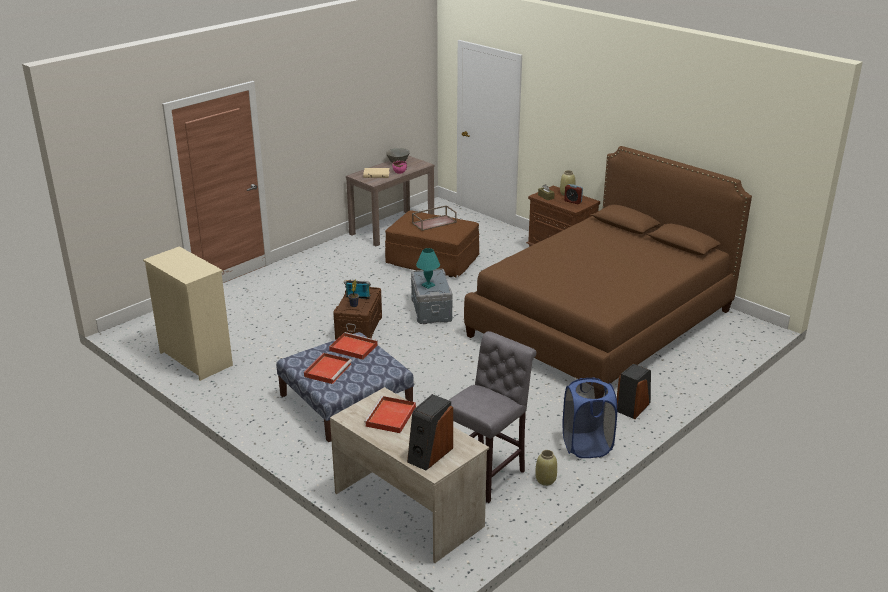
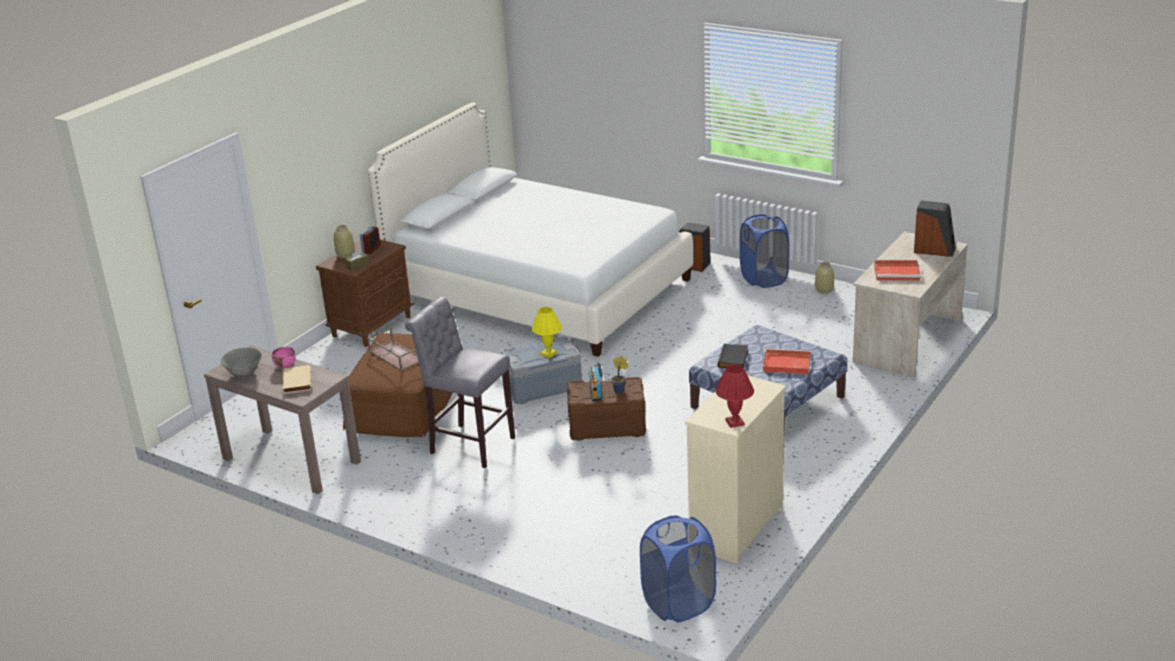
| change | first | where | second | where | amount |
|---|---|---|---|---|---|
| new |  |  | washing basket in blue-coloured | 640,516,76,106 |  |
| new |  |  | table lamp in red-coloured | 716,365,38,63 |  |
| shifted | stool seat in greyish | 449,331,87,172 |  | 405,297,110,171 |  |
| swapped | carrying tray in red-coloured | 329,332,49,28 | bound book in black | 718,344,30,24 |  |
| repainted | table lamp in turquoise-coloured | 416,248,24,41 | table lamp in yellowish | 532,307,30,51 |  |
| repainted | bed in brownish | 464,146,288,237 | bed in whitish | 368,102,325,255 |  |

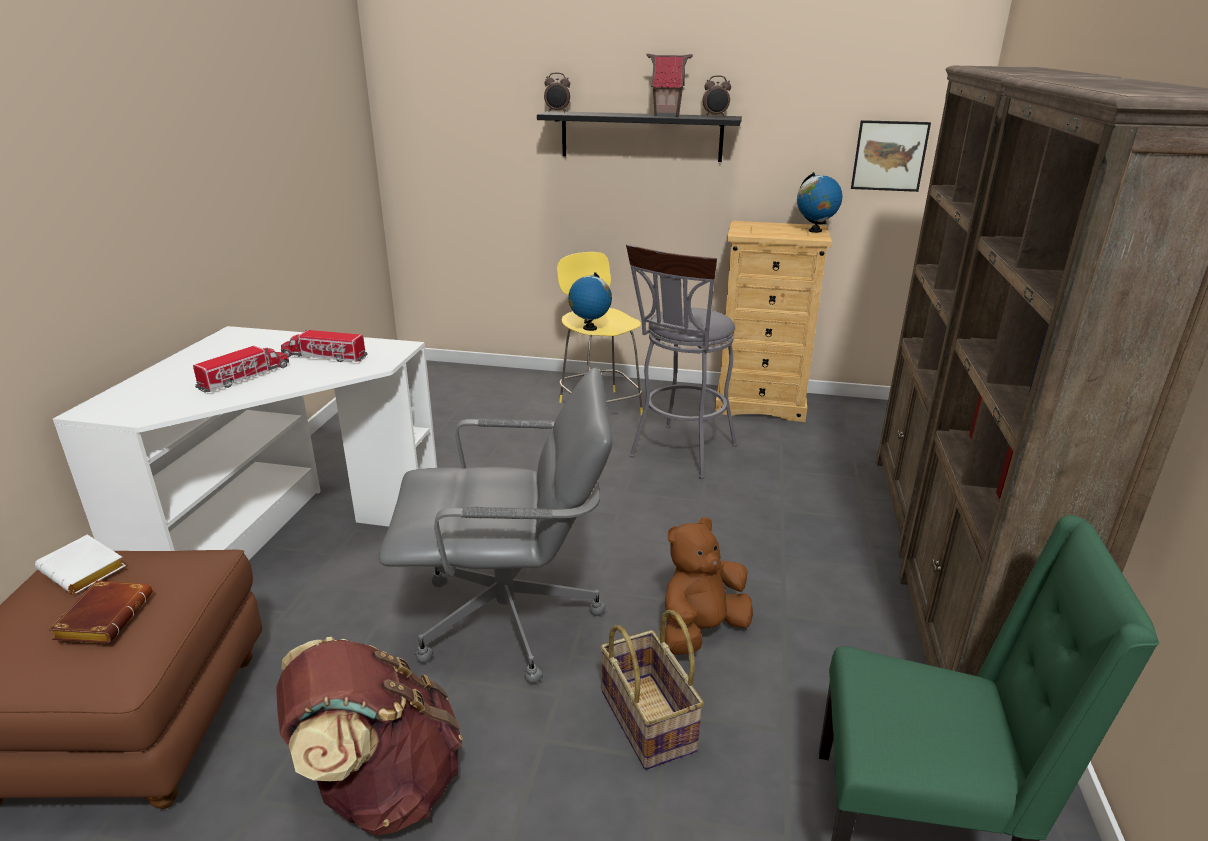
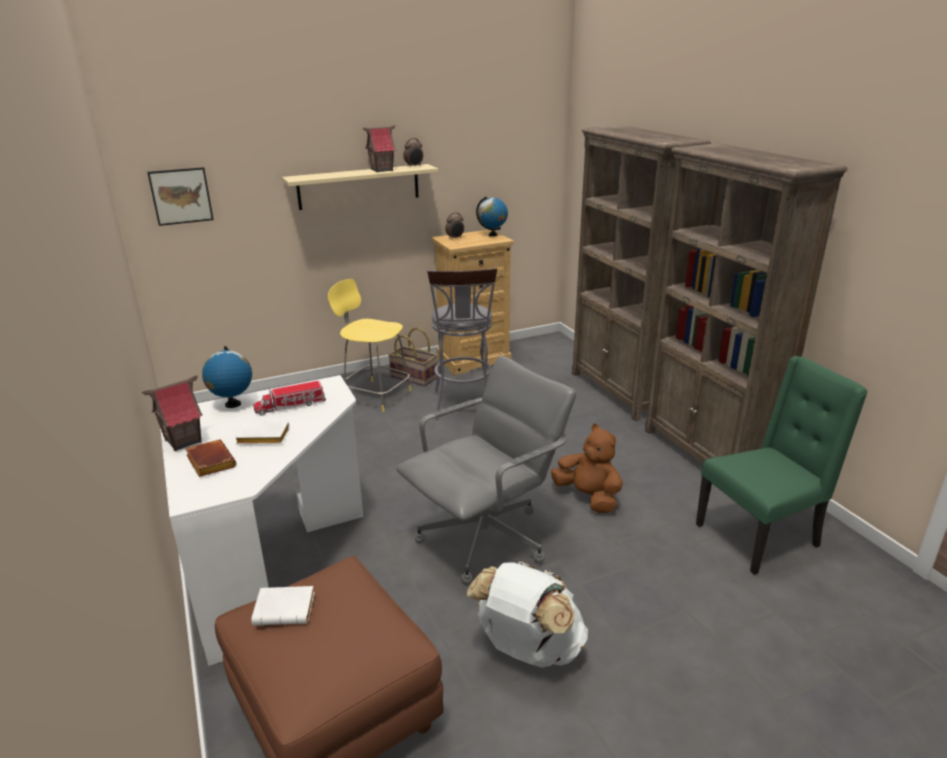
| change | first | where | second | where | amount |
|---|---|---|---|---|---|
| new |  |  | toy house | 142,375,61,76 |  |
| shifted | bound book in brownish | 49,581,103,63 |  | 185,440,51,37 |  |
| shifted | table clock | 544,73,26,39 |  | 445,212,19,28 |  |
| shifted | desk globe | 568,272,44,59 |  | 202,346,50,62 |  |
| shifted | storage basket | 600,610,104,160 |  | 388,327,50,59 |  |
| shifted | wall picture | 851,120,80,72 |  | 147,167,67,59 |  |
| swapped | model truck | 193,346,96,47 | bound book in whitish | 235,422,54,23 |  |
| repainted | backpack in brownish | 276,637,187,199 | backpack in whitish | 467,562,121,106 |  |
| repainted | wall shelf in black | 537,111,205,51 | wall shelf in beige-coloured | 282,164,156,46 |  |
| rotated | plush toy in brownish | 665,517,88,138 |  | 551,424,71,89 | 120 degrees clockwise |

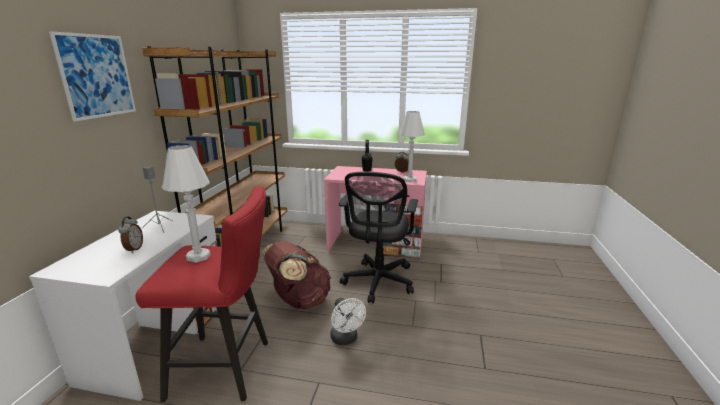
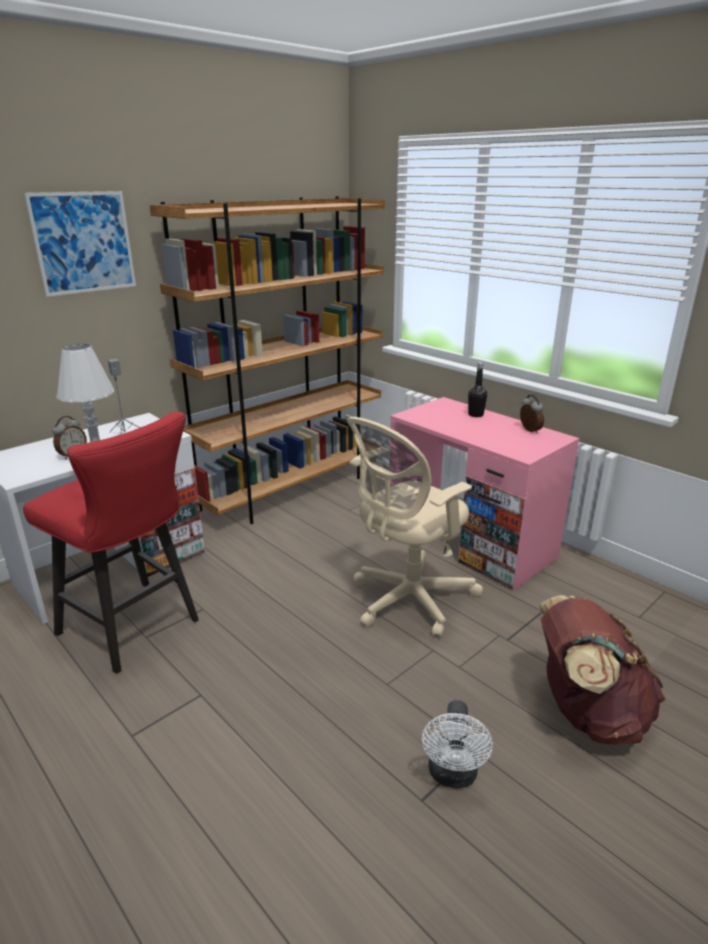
| change | first | where | second | where | amount |
|---|---|---|---|---|---|
| gone | table lamp in whitish | 399,111,26,71 |  |  |  |
| shifted | backpack in brownish | 262,241,69,68 |  | 539,595,127,150 |  |
| shifted | fan in whitish | 330,298,36,47 |  | 422,700,71,88 |  |
| repainted | computer chair in black | 339,172,79,131 | computer chair in beige-coloured | 347,417,136,221 |  |

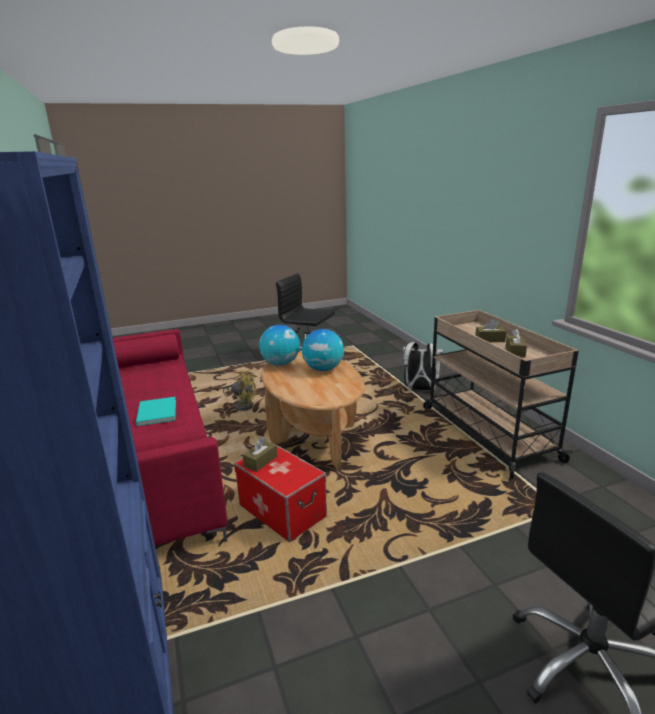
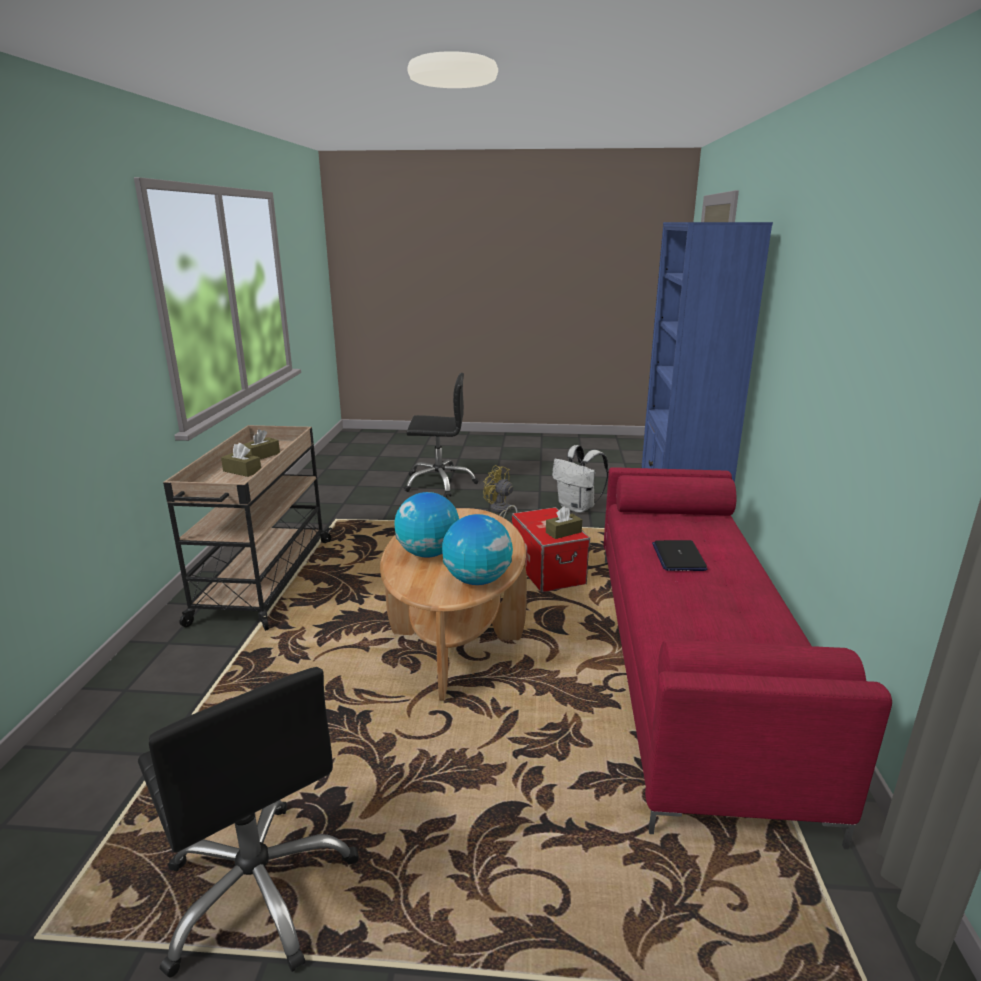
| change | first | where | second | where | amount |
|---|---|---|---|---|---|
| shifted | fan in yellowish | 223,371,33,40 |  | 483,465,34,53 |  |
| shifted | backpack in whitish | 403,342,41,49 |  | 552,445,57,68 |  |
| swapped | bound book in turquoise-coloured | 136,397,40,29 | laptop | 652,540,55,31 |  |

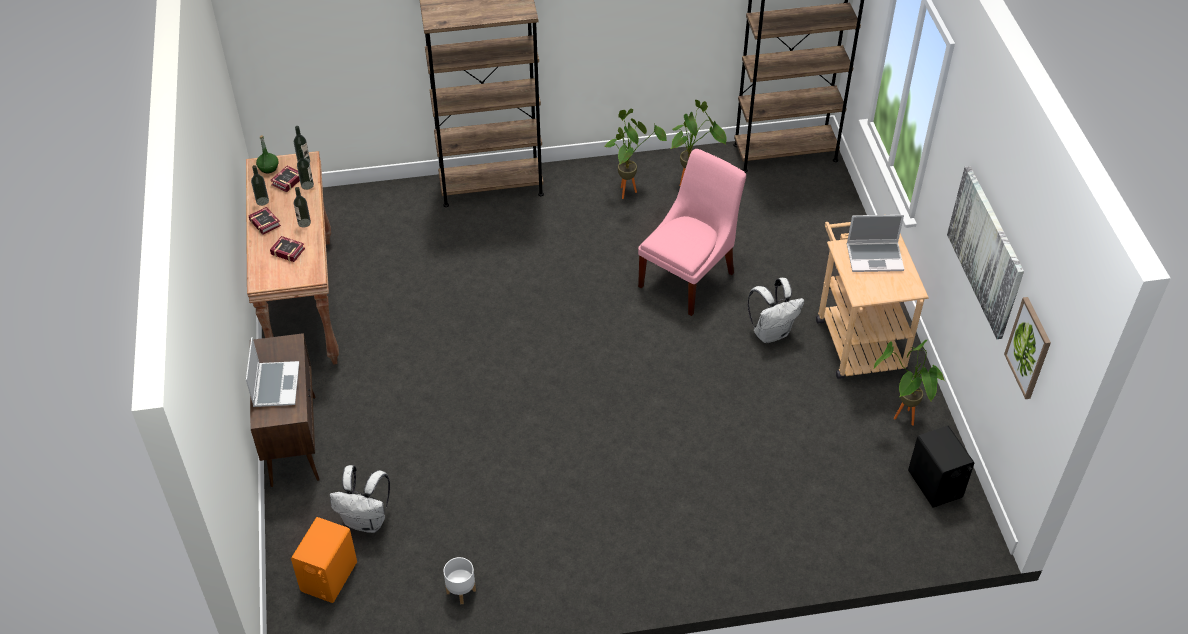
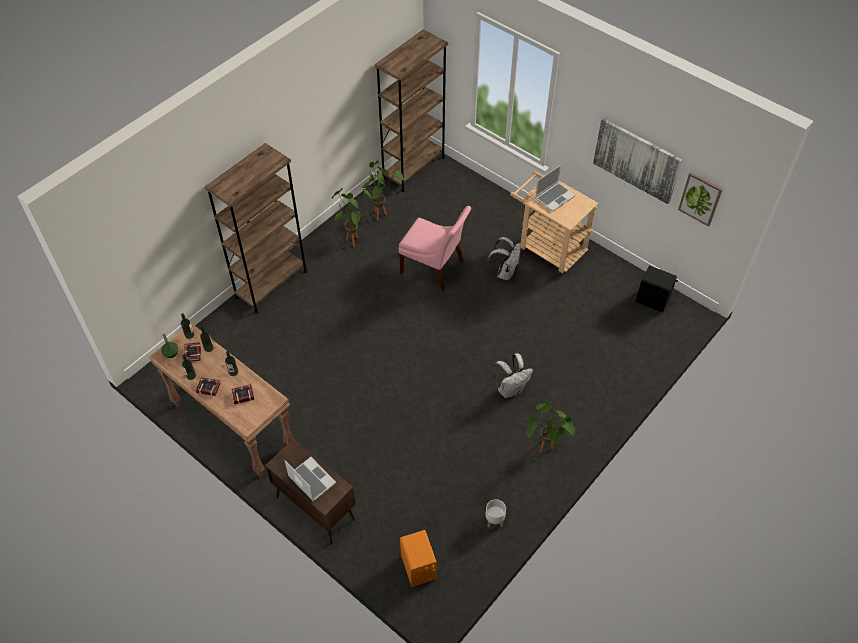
| change | first | where | second | where | amount |
|---|---|---|---|---|---|
| shifted | backpack in whitish | 330,465,60,68 |  | 493,353,40,45 |  |
| shifted | potted plant | 873,340,72,86 |  | 527,400,48,52 |  |
| rotated | plain chair in pink-coloured | 638,149,108,167 |  | 398,206,73,85 | 120 degrees clockwise |

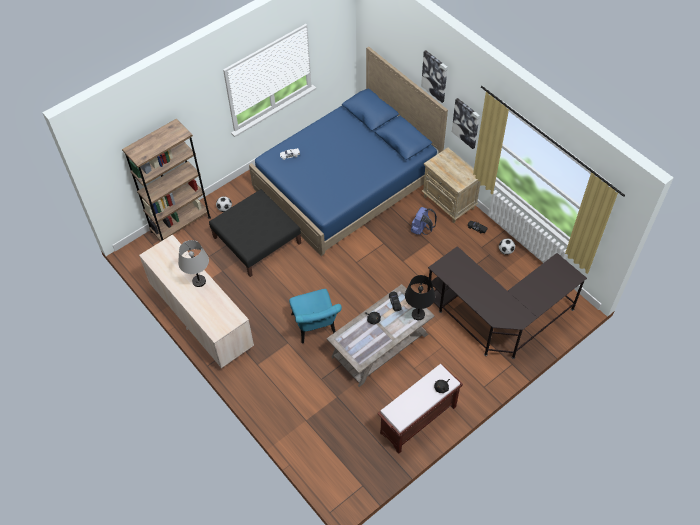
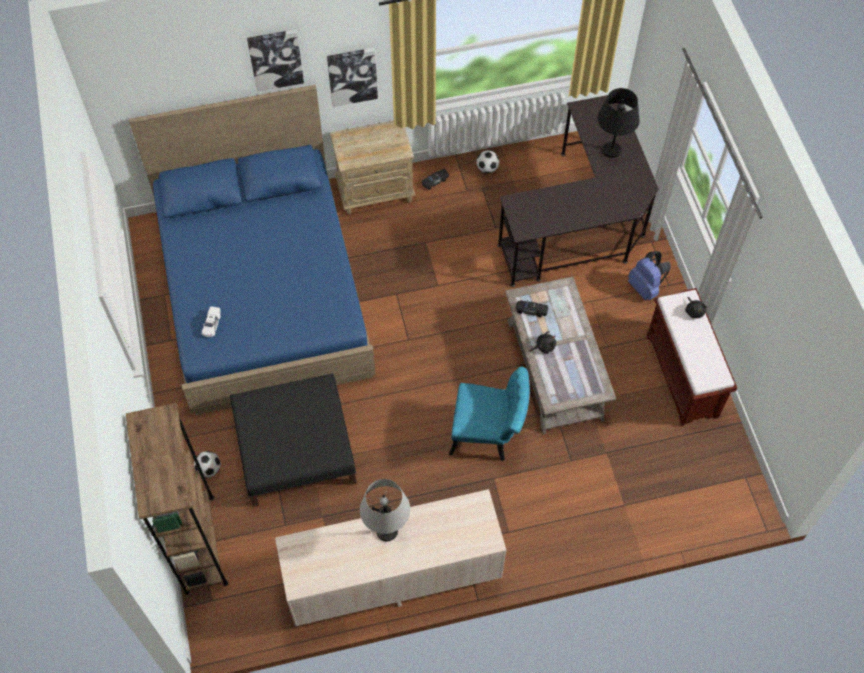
| change | first | where | second | where | amount |
|---|---|---|---|---|---|
| shifted | table lamp in black | 405,275,30,45 |  | 597,88,42,70 |  |
| shifted | backpack in blue-coloured | 411,207,26,28 |  | 628,251,43,49 |  |

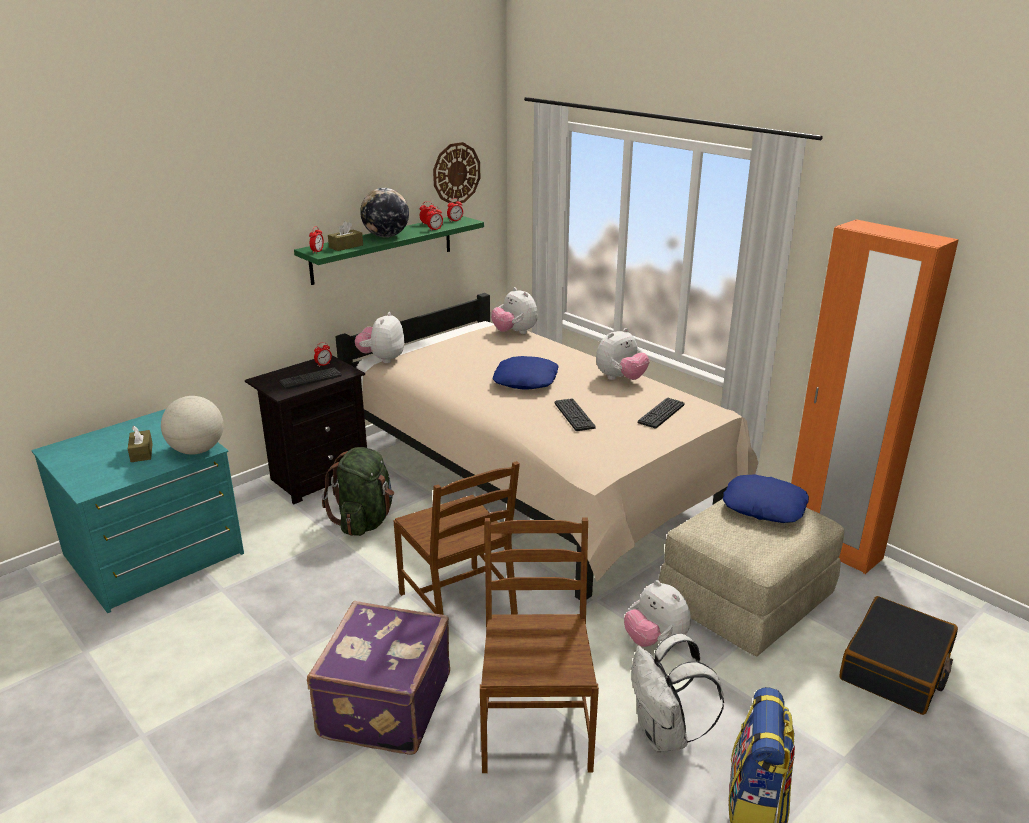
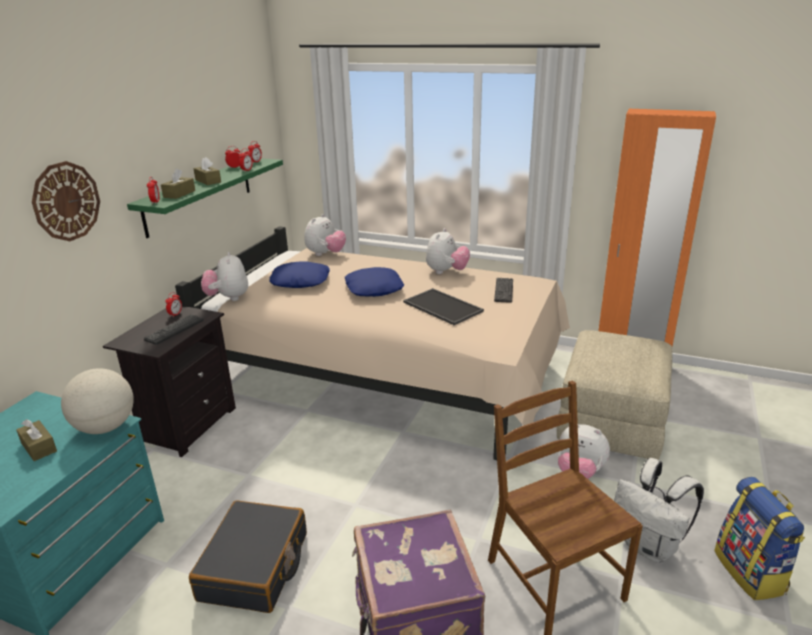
| change | first | where | second | where | amount |
|---|---|---|---|---|---|
| gone | backpack in greenish | 322,447,72,89 |  |  |  |
| gone | plain chair in brownish | 393,461,127,154 |  |  |  |
| shifted | hanging clock | 433,142,47,61 |  | 32,161,68,80 |  |
| shifted | pillow in blue-coloured | 723,474,86,49 |  | 269,261,61,27 |  |
| shifted | travel case in black | 839,596,119,119 |  | 189,500,118,113 |  |
| swapped | desk globe | 360,188,49,49 | box of tissues in brownish | 193,157,28,28 |  |
| swapped | keyboard | 555,398,41,33 | carrying tray | 403,288,81,37 |  |
| rotated | plush toy | 491,287,47,47 |  | 304,214,42,42 | 90 degrees counterclockwise |

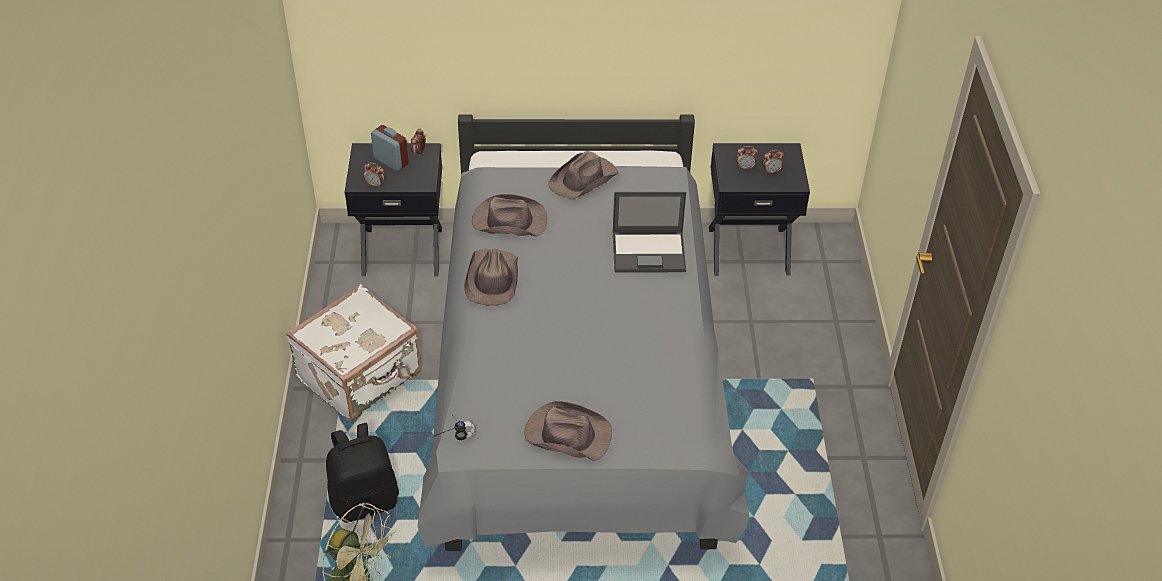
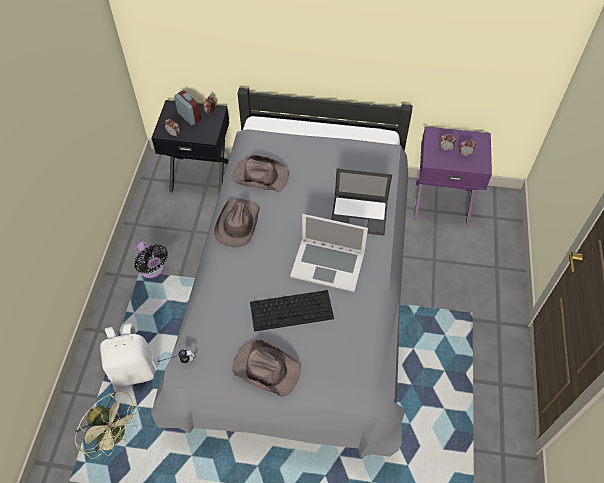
| change | first | where | second | where | amount |
|---|---|---|---|---|---|
| gone | wearable hat in brownish | 549,151,70,48 |  |  |  |
| new |  |  | keyboard | 250,290,84,42 |  |
| new |  |  | laptop | 290,214,78,78 |  |
| swapped | travel case in whitish | 286,284,136,137 | fan in black | 134,241,34,37 |  |
| repainted | backpack in black | 326,423,73,100 | backpack in whitish | 100,323,58,64 |  |
| repainted | bedside table in black | 709,143,101,133 | bedside table in purple | 414,127,78,99 |  |

